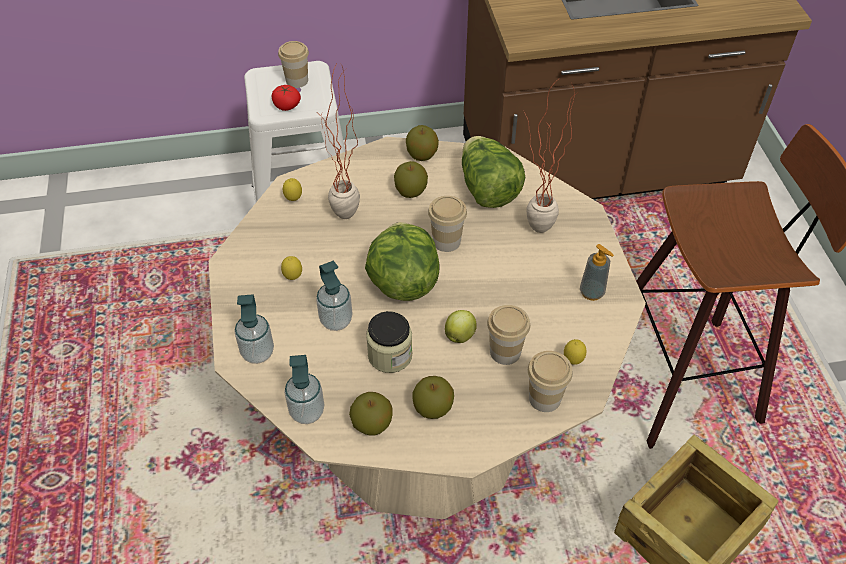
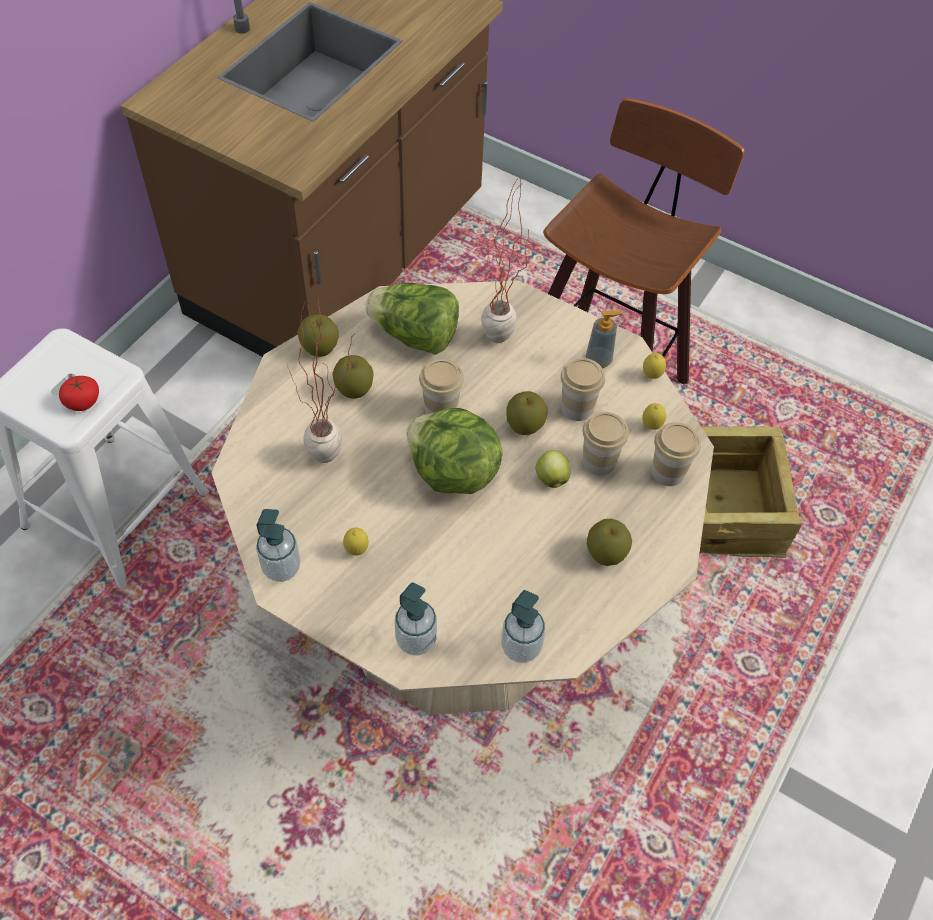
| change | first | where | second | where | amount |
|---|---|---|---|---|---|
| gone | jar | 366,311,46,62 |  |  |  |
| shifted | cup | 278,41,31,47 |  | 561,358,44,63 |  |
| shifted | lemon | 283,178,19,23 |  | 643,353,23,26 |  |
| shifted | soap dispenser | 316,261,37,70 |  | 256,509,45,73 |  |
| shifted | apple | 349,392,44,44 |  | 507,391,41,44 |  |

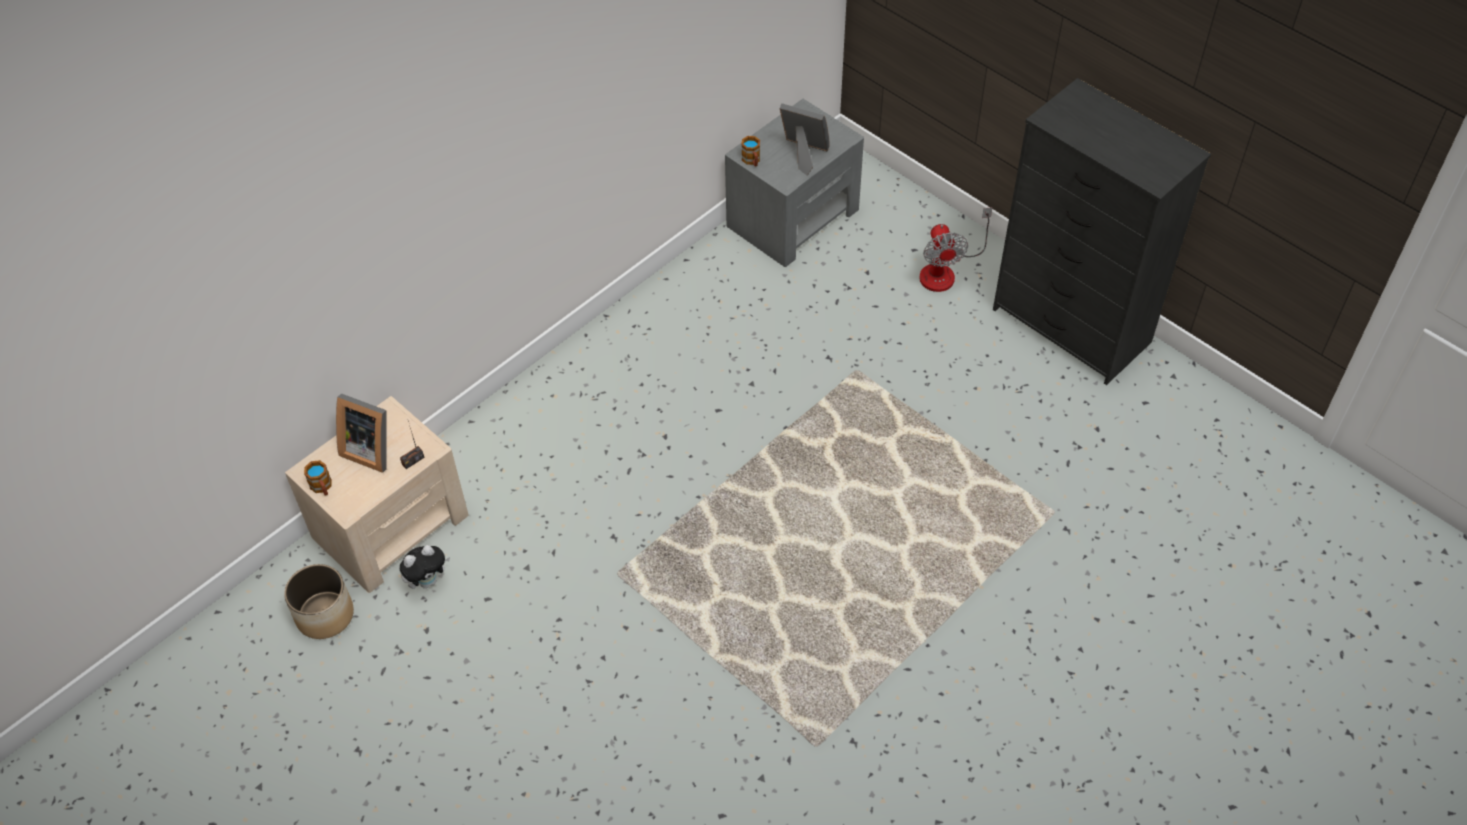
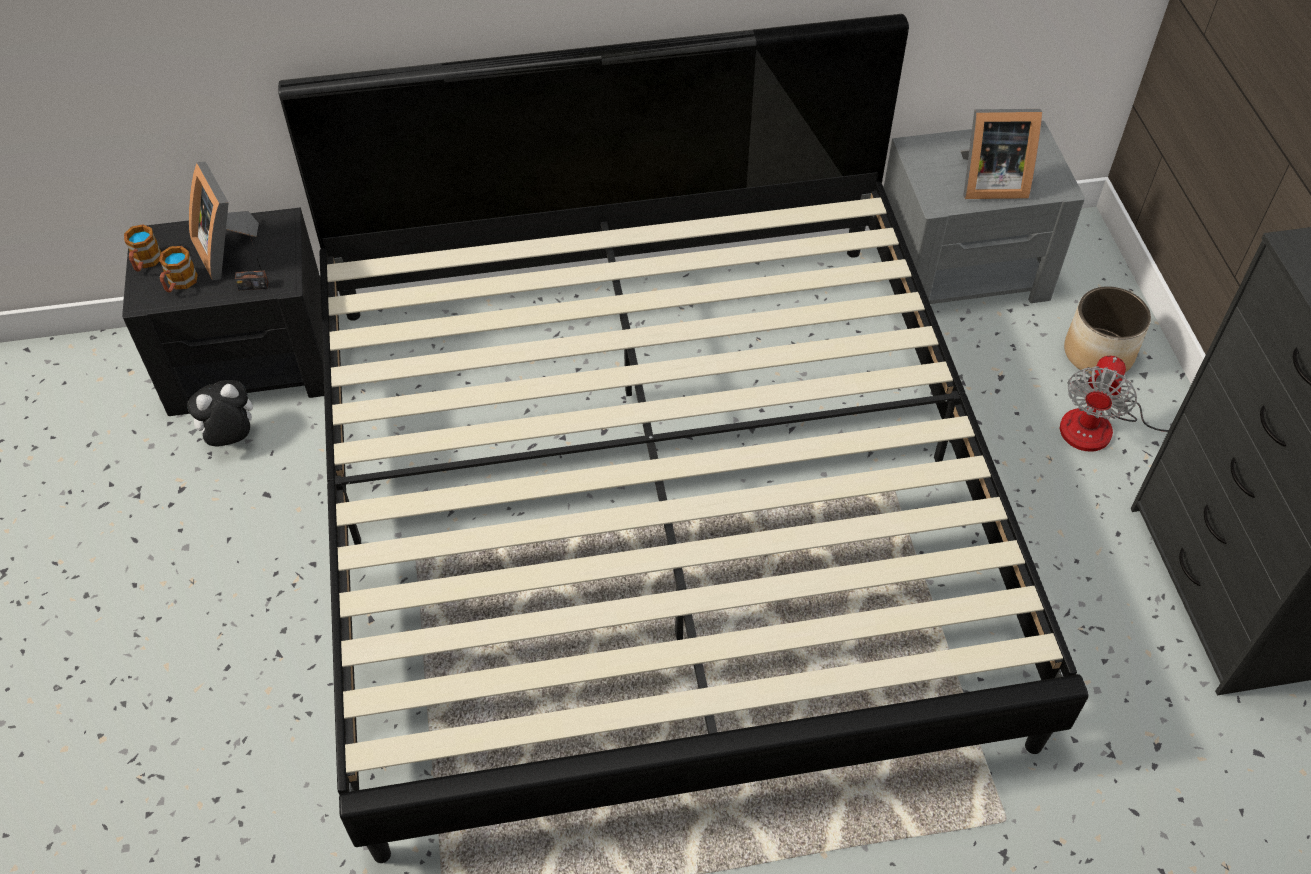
| change | first | where | second | where | amount |
|---|---|---|---|---|---|
| new |  |  | bed | 278,14,811,849 |  |
| shifted | planter | 284,564,70,75 |  | 1064,286,87,89 |  |
| shifted | coffee mug | 741,136,19,30 |  | 159,246,39,47 |  |
| repainted | bedside table in beige-coloured | 285,396,184,197 | bedside table in black | 122,208,202,208 |  |
| rotated | plush toy | 399,545,51,44 |  | 187,380,66,67 | 150 degrees clockwise |
| rotated | picture frame | 780,103,49,72 |  | 961,109,81,90 | 120 degrees clockwise |

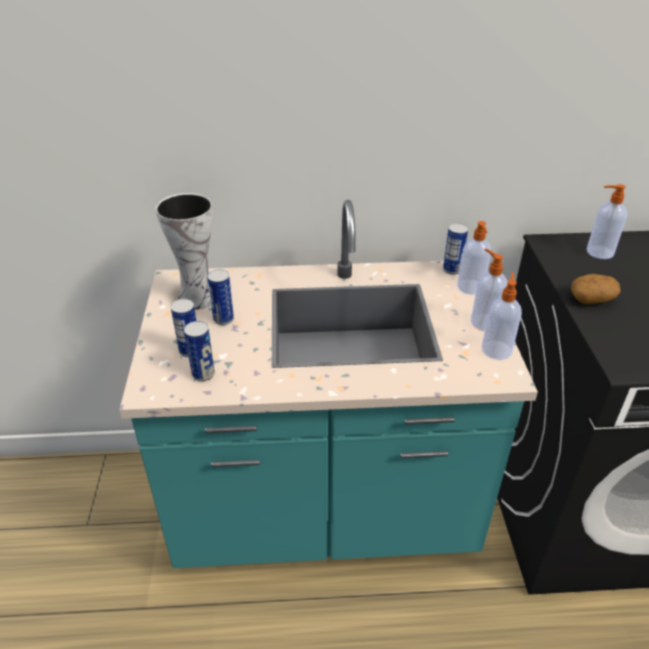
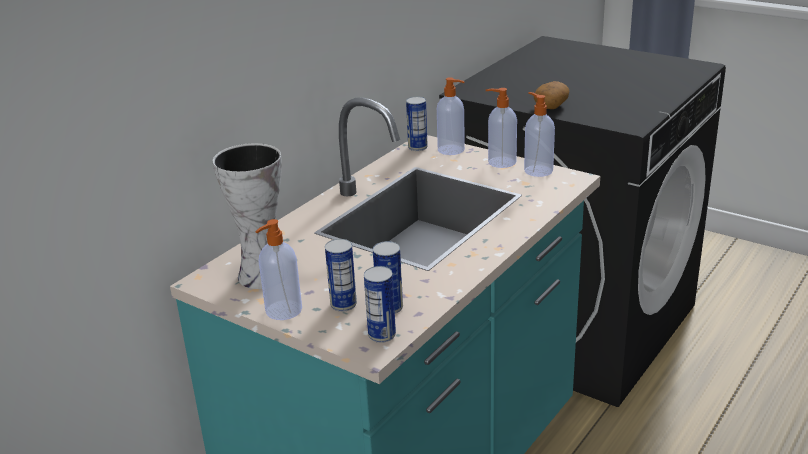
| change | first | where | second | where | amount |
|---|---|---|---|---|---|
| shifted | metal can | 207,269,27,56 |  | 364,266,32,77 |  |
| shifted | soap dispenser | 587,184,40,75 |  | 255,219,47,101 |  |

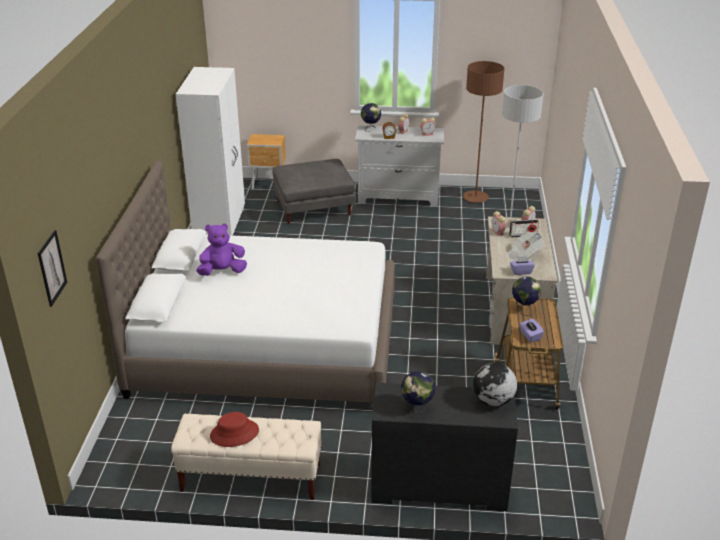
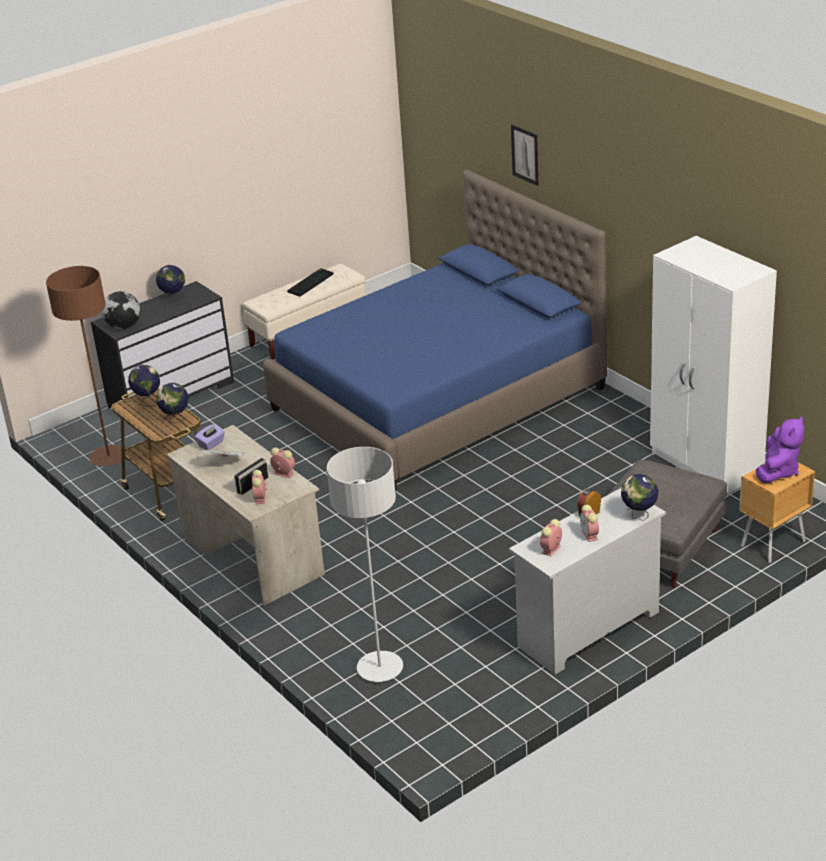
| change | first | where | second | where | amount |
|---|---|---|---|---|---|
| shifted | wall picture | 38,230,29,77 |  | 511,125,27,61 |  |
| shifted | plush toy in purple | 196,223,51,53 |  | 756,416,48,67 |  |
| shifted | floor lamp in brownish | 463,61,41,142 |  | 46,266,80,201 |  |
| swapped | wearable hat in red-coloured | 210,412,49,35 | keyboard | 287,268,46,29 |  |
| swapped | box of tissues in purple | 520,318,24,24 | desk globe | 128,365,32,42 |  |
| repainted | bed in whitish | 96,161,299,242 | bed in blue-coloured | 263,170,344,322 |  |

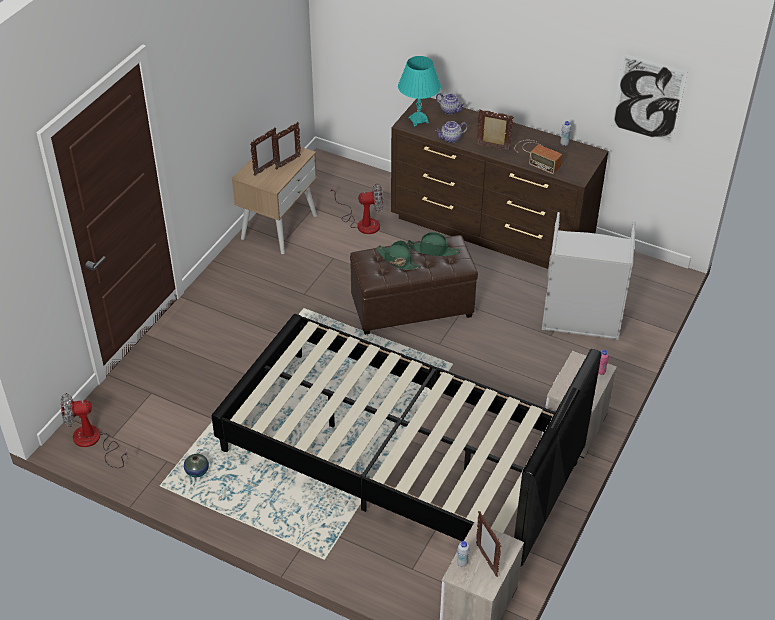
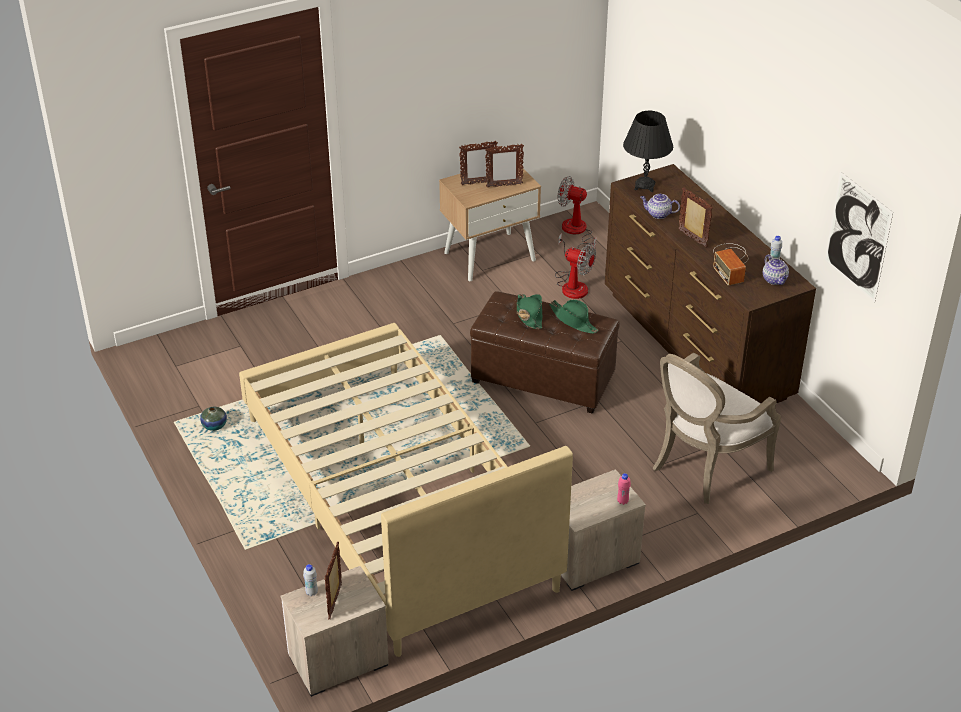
| change | first | where | second | where | amount |
|---|---|---|---|---|---|
| shifted | fan | 60,393,68,75 |  | 558,176,38,80 |  |
| shifted | tea pot | 436,93,29,22 |  | 763,254,26,31 |  |
| swapped | washing basket in greyish | 542,212,94,128 | armchair | 653,353,128,151 |  |
| repainted | bed in black | 211,314,390,254 | bed in beige-coloured | 239,323,334,334 |  |
| repainted | table lamp in turquoise-coloured | 398,56,43,70 | table lamp in black | 623,111,50,81 |  |

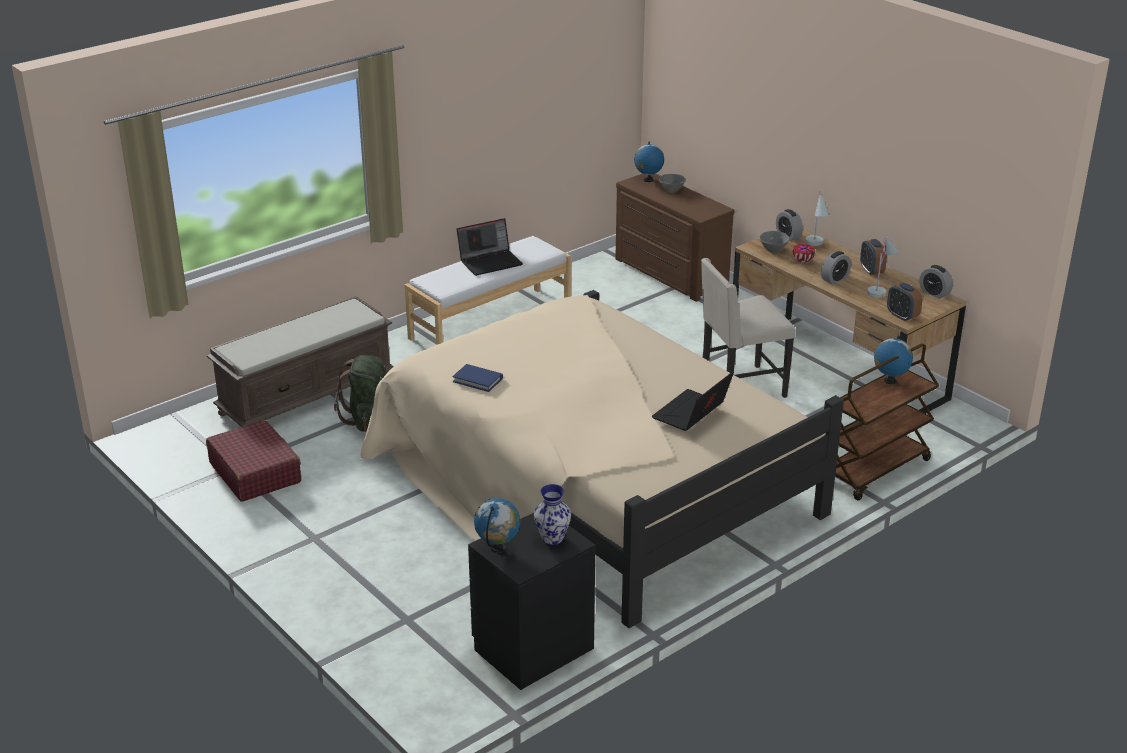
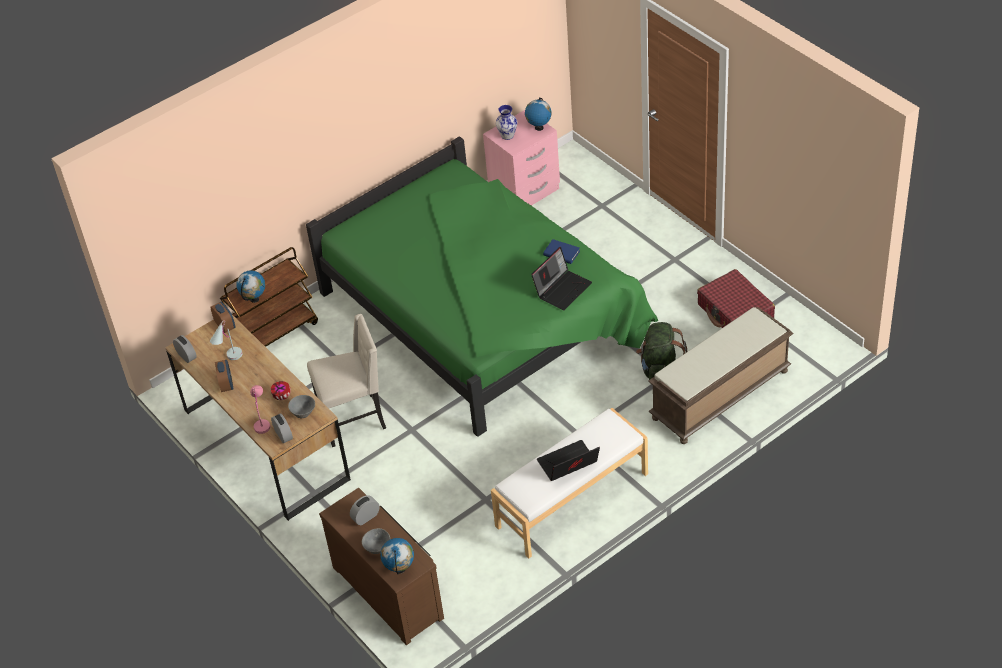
| change | first | where | second | where | amount |
|---|---|---|---|---|---|
| shifted | laptop | 652,371,82,60 |  | 531,247,61,63 |  |
| shifted | table clock | 821,251,30,33 |  | 350,495,30,30 |  |
| repainted | bed in beige-coloured | 360,290,484,338 | bed in greenish | 306,136,352,301 |  |
| repainted | bedside table in black | 468,513,127,177 | bedside table in pink-coloured | 483,110,77,96 |  |
| repainted | table lamp in whitish | 805,191,24,55 | table lamp in pink-coloured | 250,385,20,49 |  |

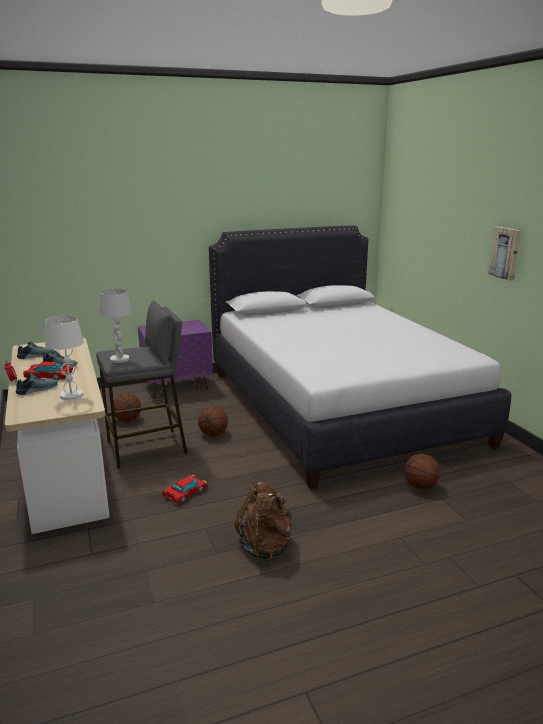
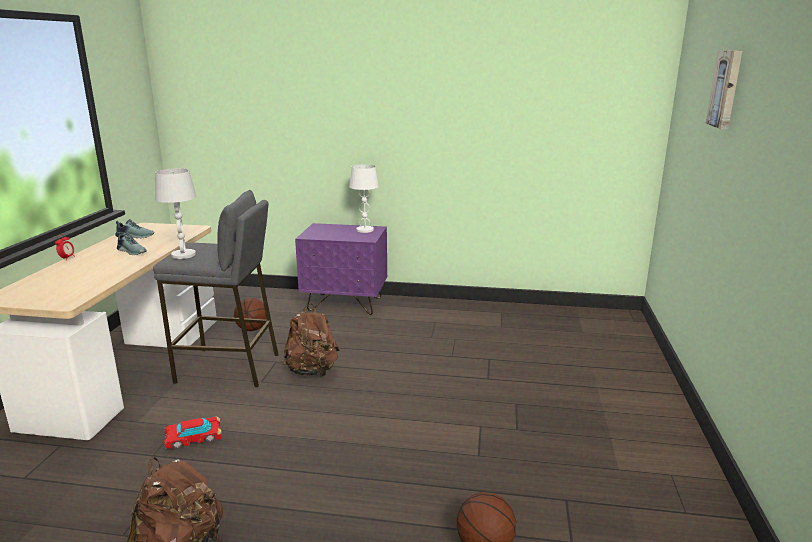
| change | first | where | second | where | amount |
|---|---|---|---|---|---|
| gone | low shoe | 16,373,42,22 |  |  |  |
| gone | toy car | 23,362,50,18 |  |  |  |
| gone | bed in whitish | 209,225,302,264 |  |  |  |
| shifted | table lamp in whitish | 45,315,39,85 |  | 349,164,30,69 |  |
| shifted | wall picture | 488,226,33,55 |  | 705,50,37,79 |  |
| swapped | basketball ball | 198,406,30,30 | backpack in brownish | 282,303,57,74 |  |

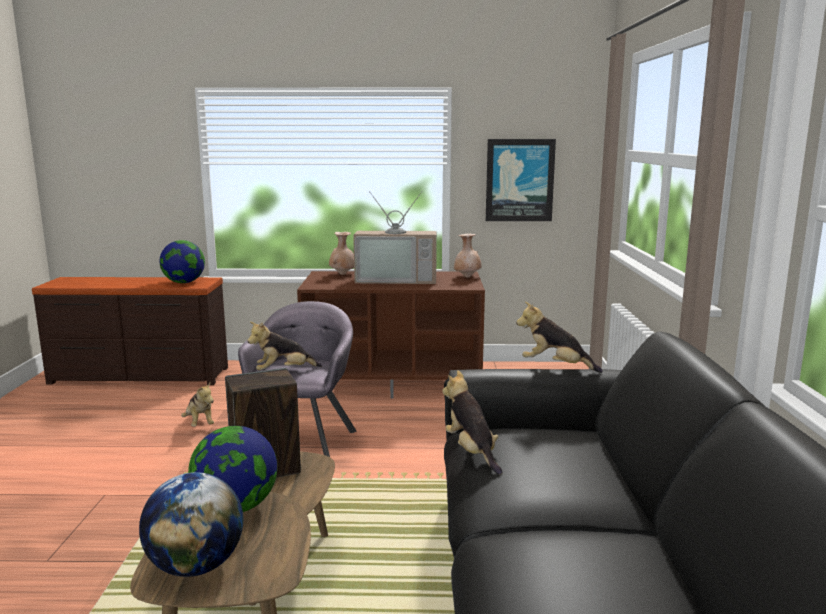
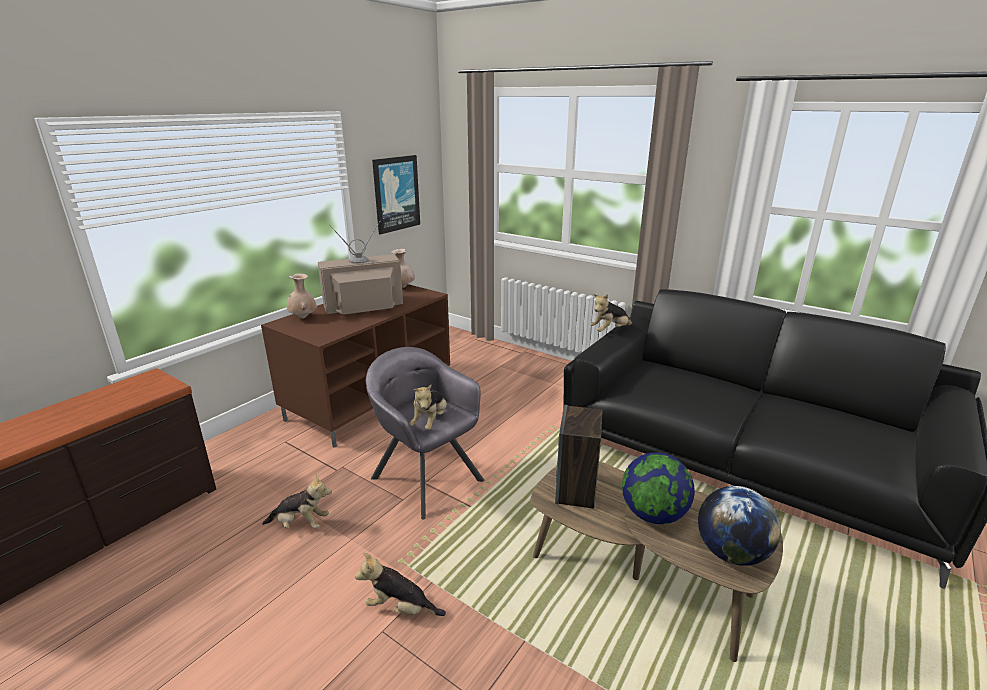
| change | first | where | second | where | amount |
|---|---|---|---|---|---|
| gone | desk globe | 159,240,46,43 |  |  |  |
| shifted | plush toy | 442,370,60,105 |  | 355,553,91,63 |  |
| rotated | television | 353,191,84,93 |  | 318,220,85,95 | 150 degrees counterclockwise |

